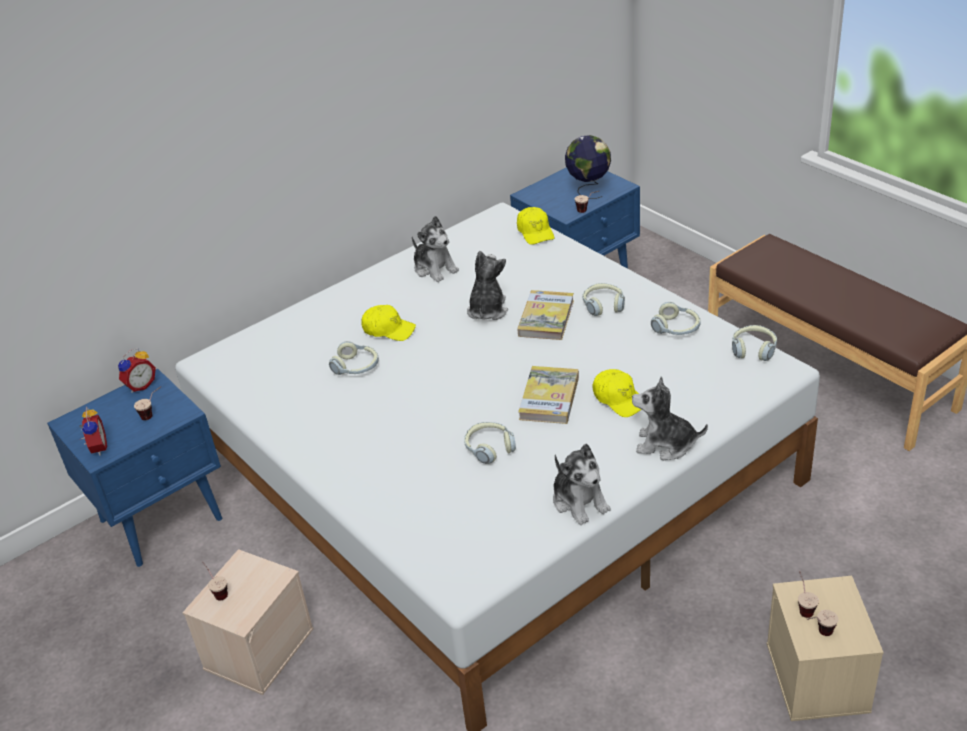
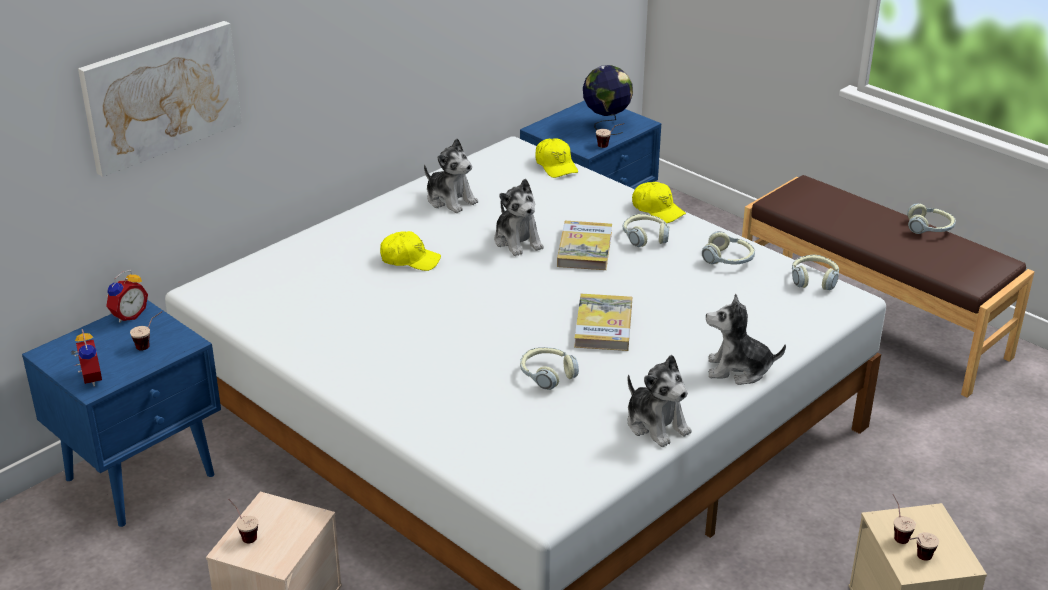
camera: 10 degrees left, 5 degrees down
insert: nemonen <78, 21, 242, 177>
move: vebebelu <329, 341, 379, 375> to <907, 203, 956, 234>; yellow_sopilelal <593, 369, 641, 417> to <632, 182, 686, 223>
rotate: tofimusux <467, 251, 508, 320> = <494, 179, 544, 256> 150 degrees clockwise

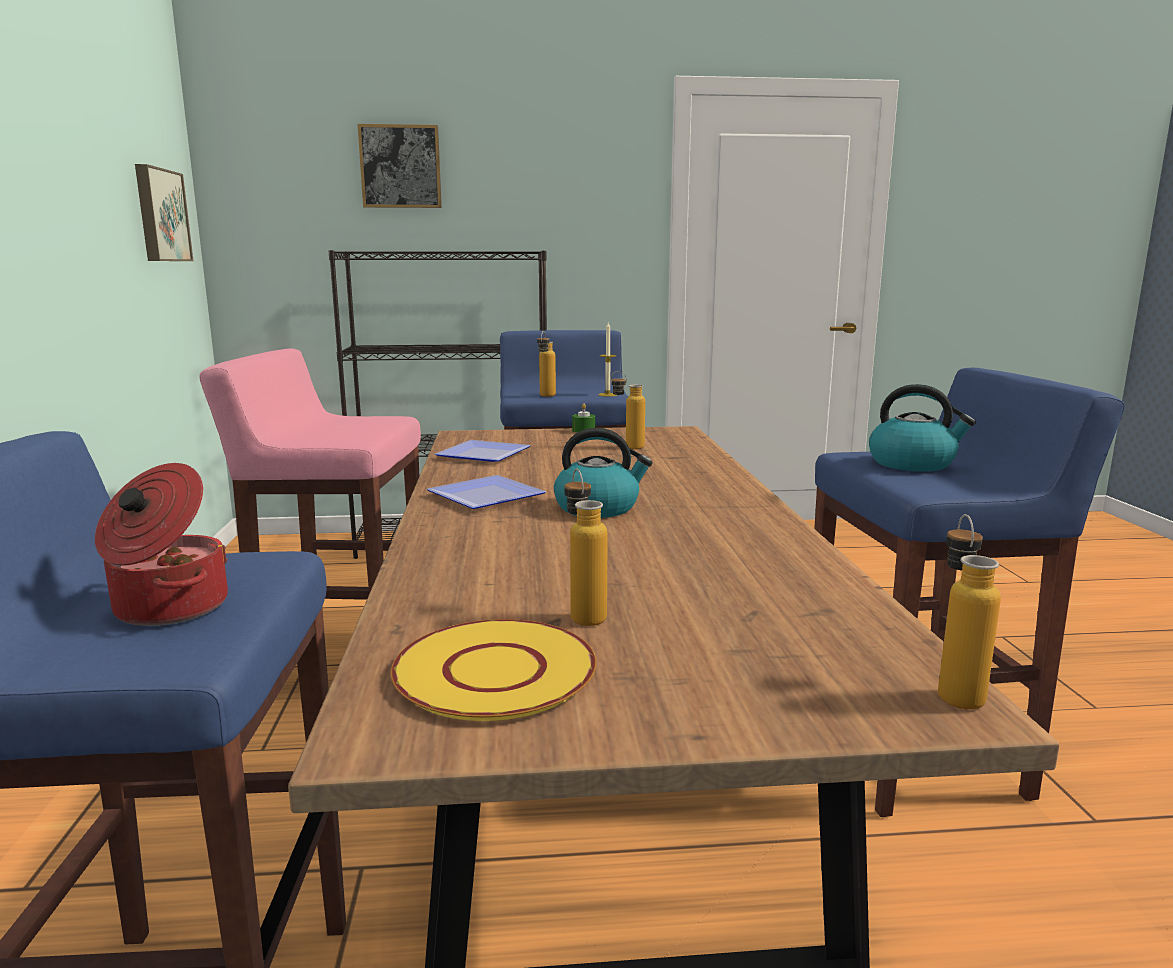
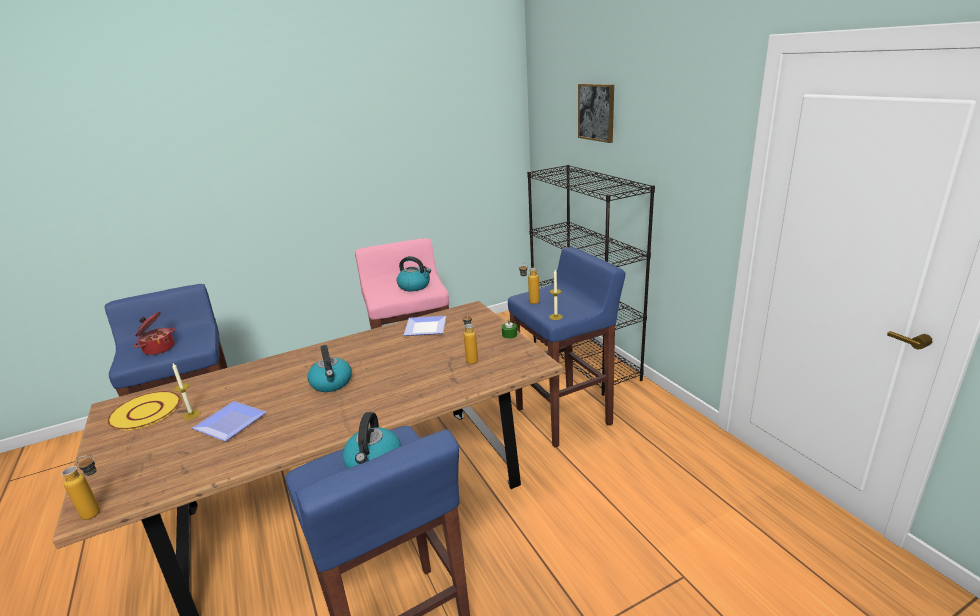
camera: 70 degrees right, 10 degrees up
delete: nemonen <135, 164, 193, 261>
insert: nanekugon <397, 256, 431, 291>
move: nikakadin <427, 475, 546, 509> to <192, 401, 267, 441>
replace: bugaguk <564, 469, 608, 626> to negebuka <172, 363, 201, 420>

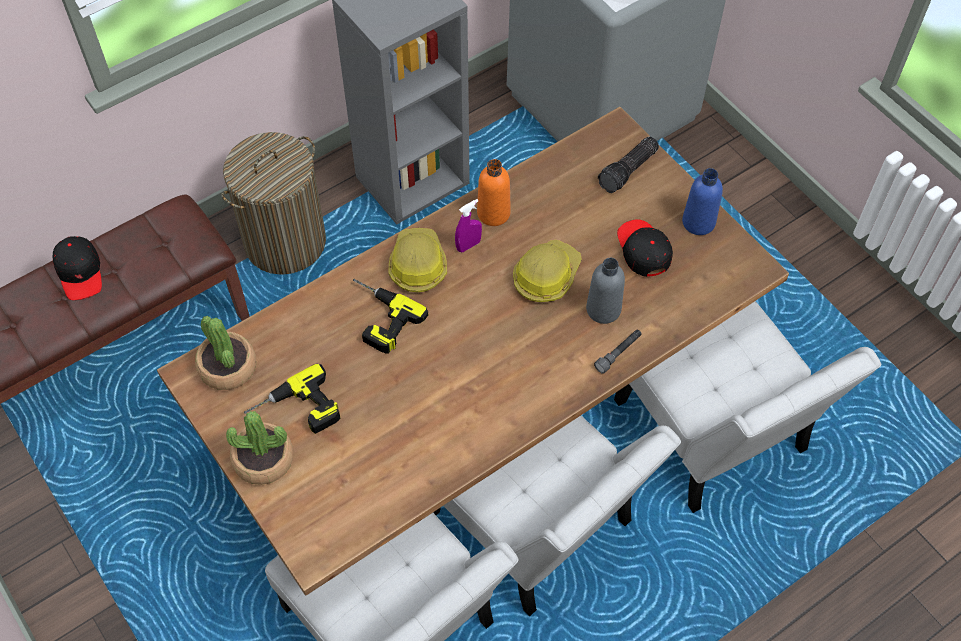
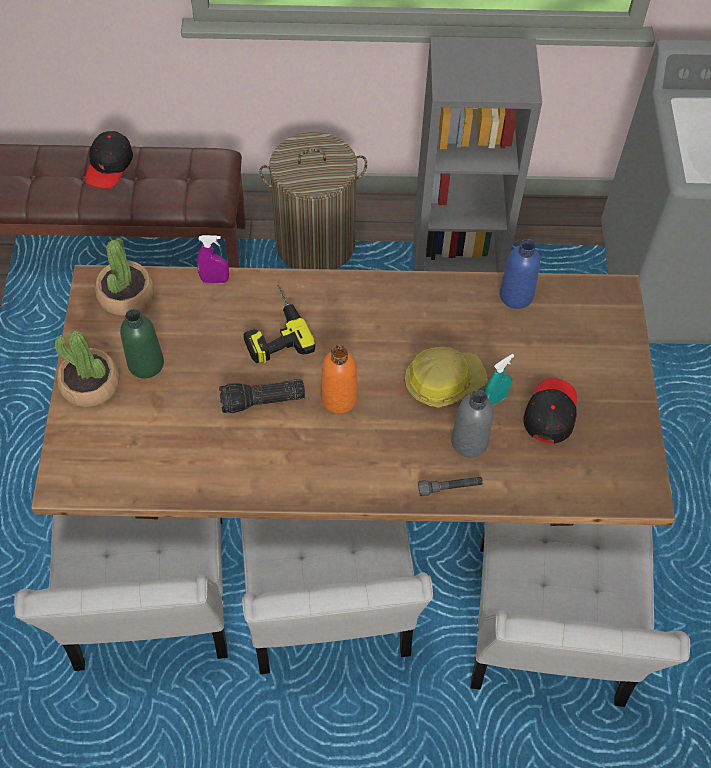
camera: 35 degrees right, 0 degrees up
delete: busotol <388, 228, 447, 293>
insert: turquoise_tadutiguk <484, 354, 514, 406>
move: purple_tadutiguk <455, 199, 482, 252> to <197, 235, 229, 283>; orange_bugaguk <477, 159, 511, 226> to <321, 345, 358, 414>; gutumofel <598, 137, 659, 193> to <219, 379, 305, 413>; blue_bugaguk <682, 168, 723, 235> to <499, 239, 540, 309>
replace: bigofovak <244, 363, 340, 434> to green_bugaguk <120, 309, 164, 378>

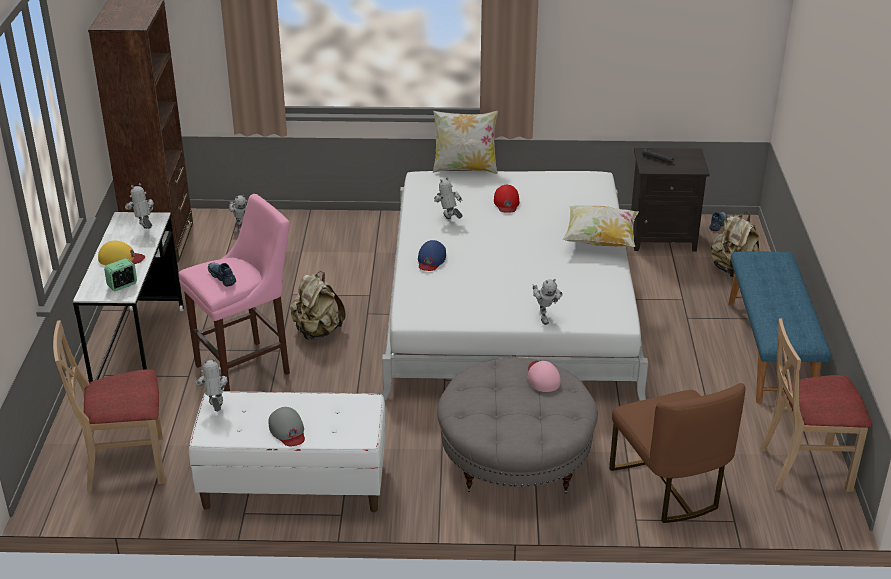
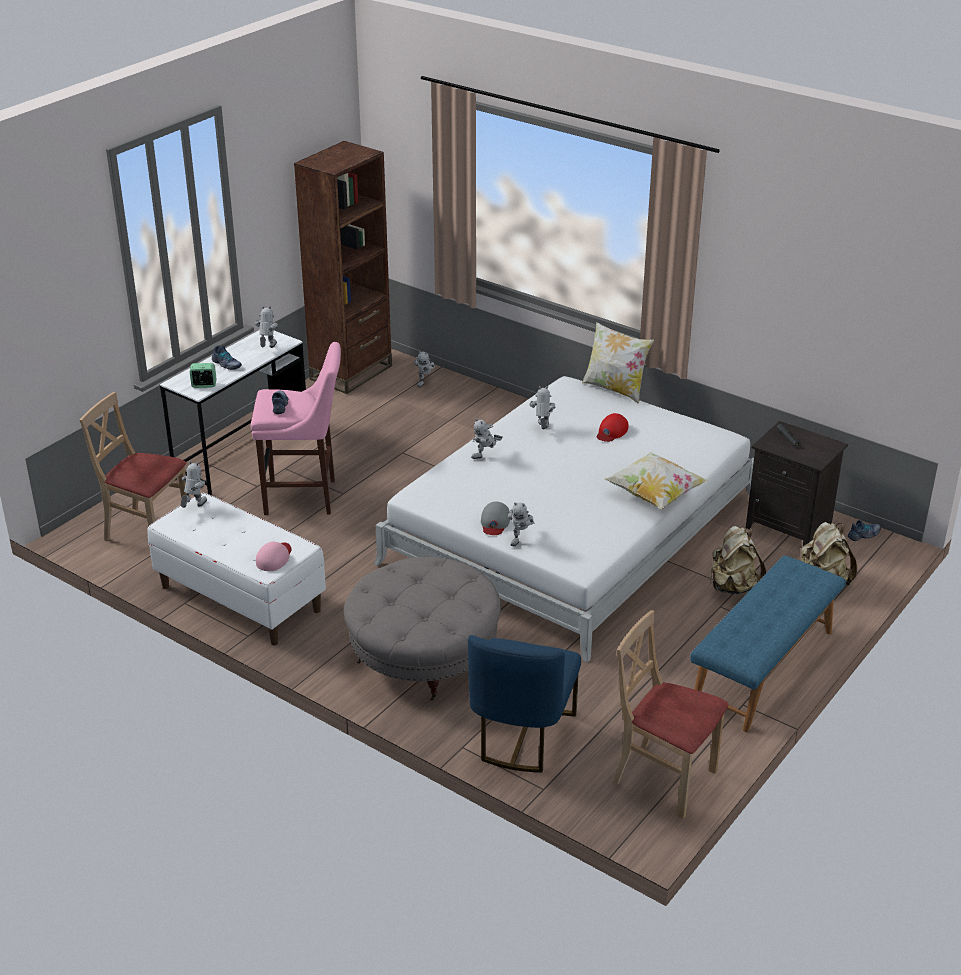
camera: 35 degrees right, 0 degrees up
move: grey_sopilelal <269, 407, 305, 446> to <481, 502, 510, 535>; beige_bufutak <290, 271, 346, 340> to <710, 526, 766, 594>; pink_sopilelal <528, 361, 561, 392> to <256, 542, 291, 571>
replace: yellow_sopilelal <98, 241, 145, 265> to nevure <212, 345, 242, 370>; blue_sopilelal <418, 240, 446, 271> to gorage <471, 418, 503, 459>
recolor: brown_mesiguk <609, 383, 746, 523> to blue_mesiguk <468, 635, 581, 773>

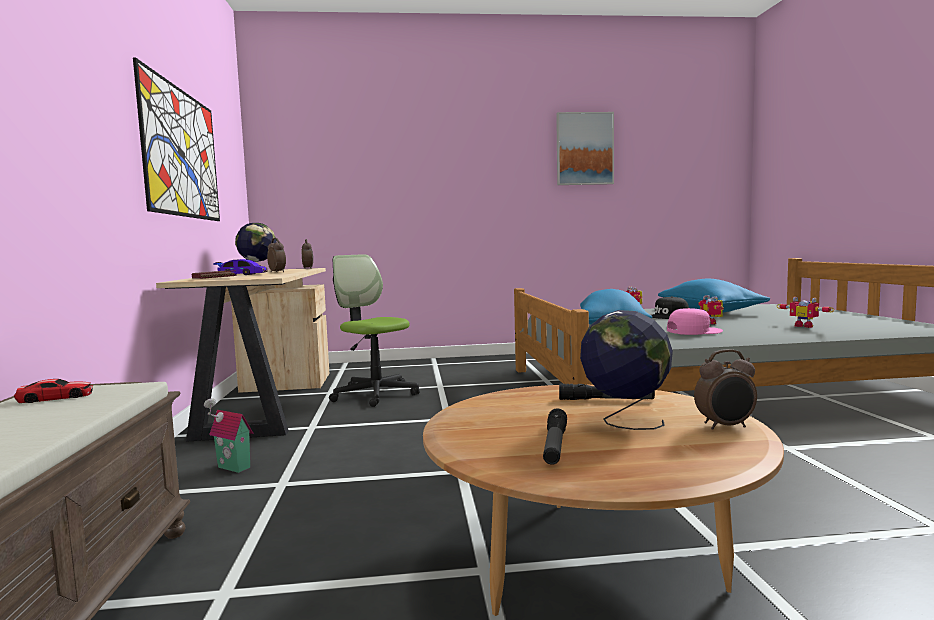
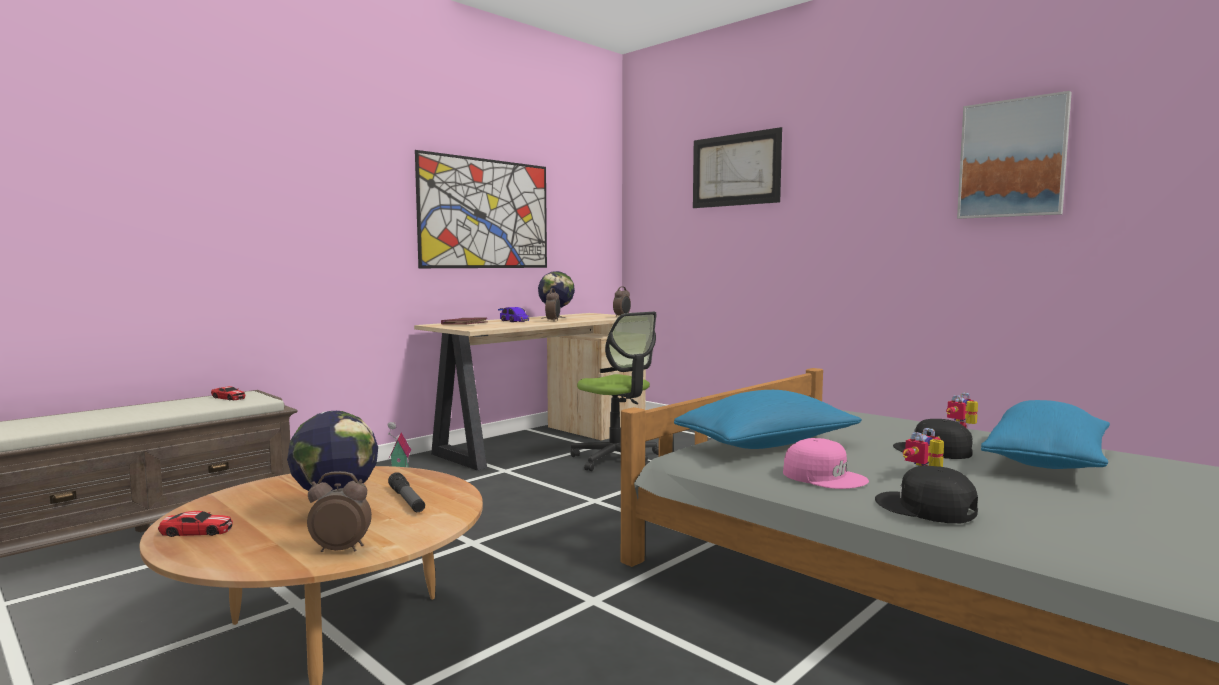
camera: 50 degrees right, 0 degrees up
delete: gutumofel <543, 408, 567, 465>; gorage <777, 297, 834, 328>
insert: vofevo <158, 511, 233, 537>; nemonen <693, 127, 782, 208>; black_sopilelal <875, 466, 978, 523>
rotate: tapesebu <329, 254, 420, 407> = <570, 312, 659, 471> 135 degrees clockwise; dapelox <694, 349, 757, 430> = <307, 471, 372, 552> 135 degrees clockwise

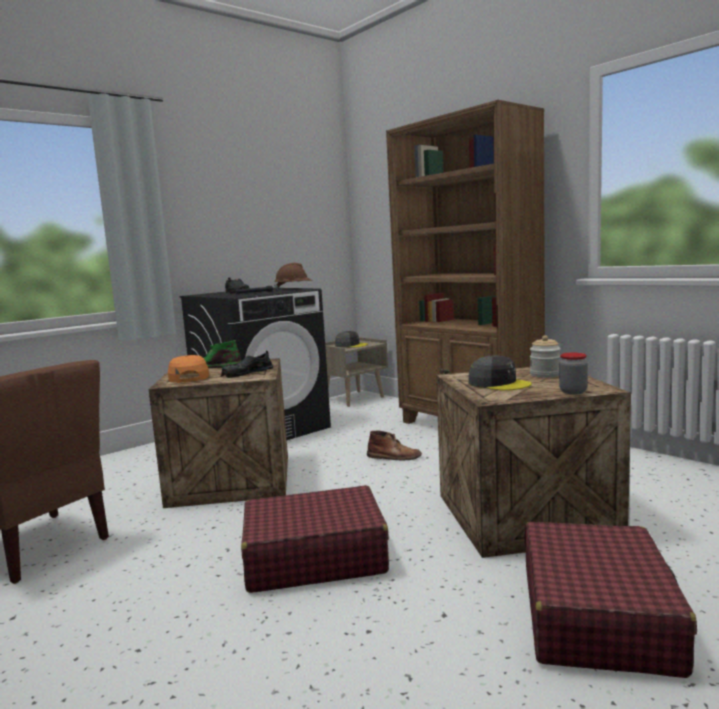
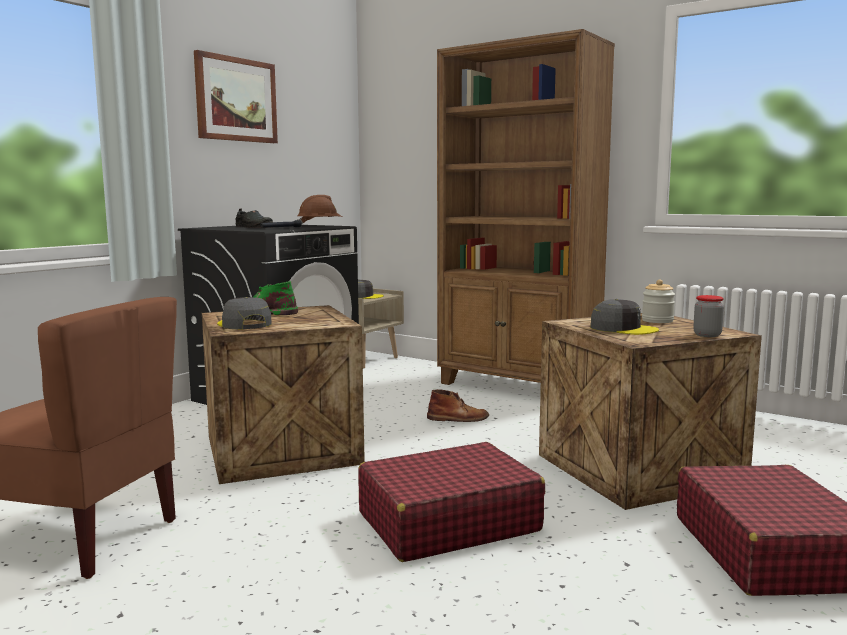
camera: 15 degrees left, 0 degrees up
delete: black_nevure <220, 350, 273, 378>
insert: nemonen <194, 50, 278, 143>
recolor: orange_sopilelal <168, 355, 209, 383> to grey_sopilelal <217, 297, 272, 330>

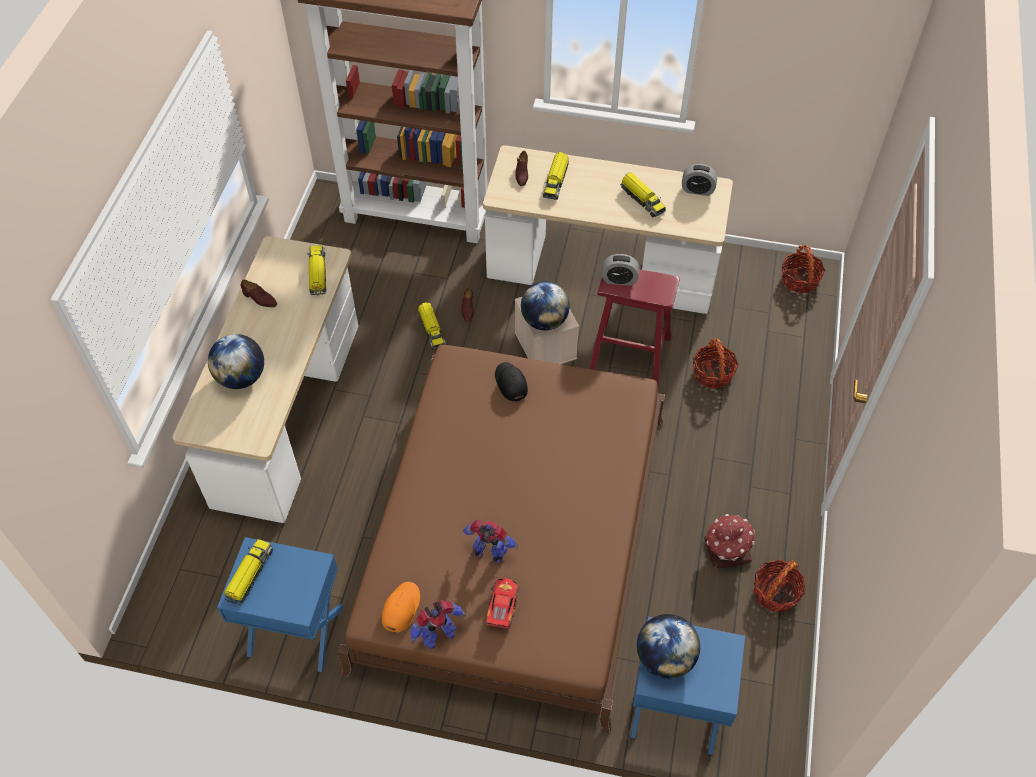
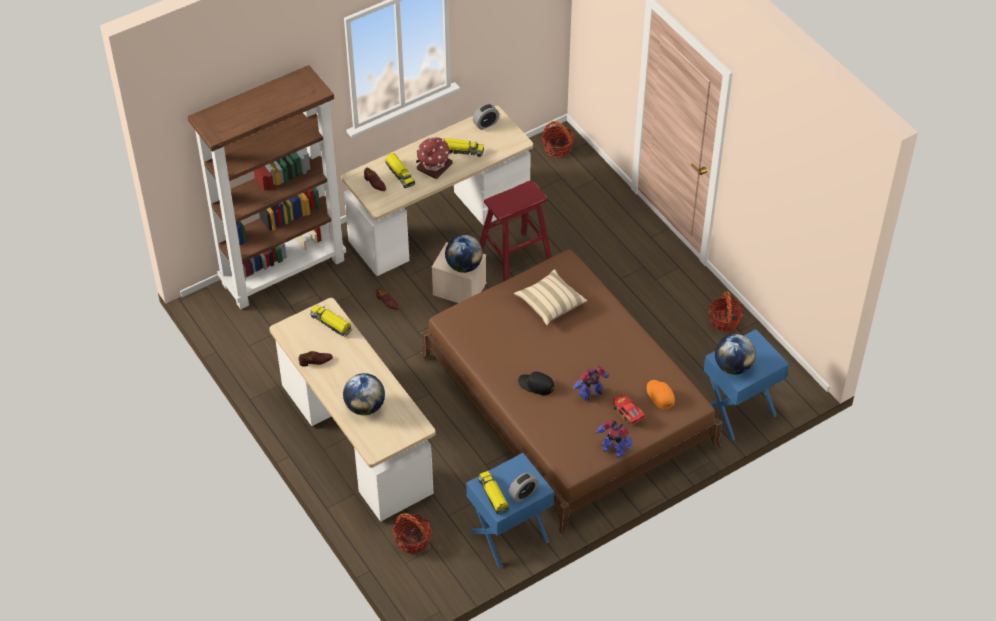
camera: 45 degrees left, 5 degrees down
delete: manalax <418, 302, 446, 350>
insert: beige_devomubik <514, 269, 587, 326>
move: orange_sopilelal <382, 582, 420, 632> to <647, 380, 675, 409>; black_sopilelal <495, 362, 528, 401> to <518, 372, 554, 395>; dapelox <602, 254, 639, 286> to <508, 472, 538, 502>; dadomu <693, 338, 738, 389> to <392, 513, 432, 554>; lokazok <704, 514, 755, 569> to <416, 136, 453, 179>
rotate: gorage <410, 599, 466, 649> = <595, 420, 633, 458> 105 degrees clockwise

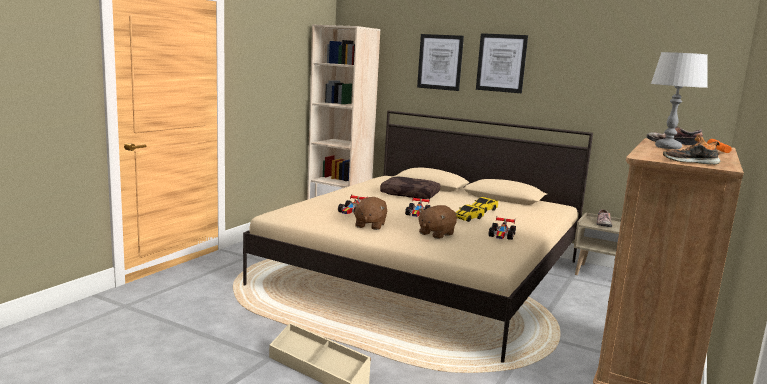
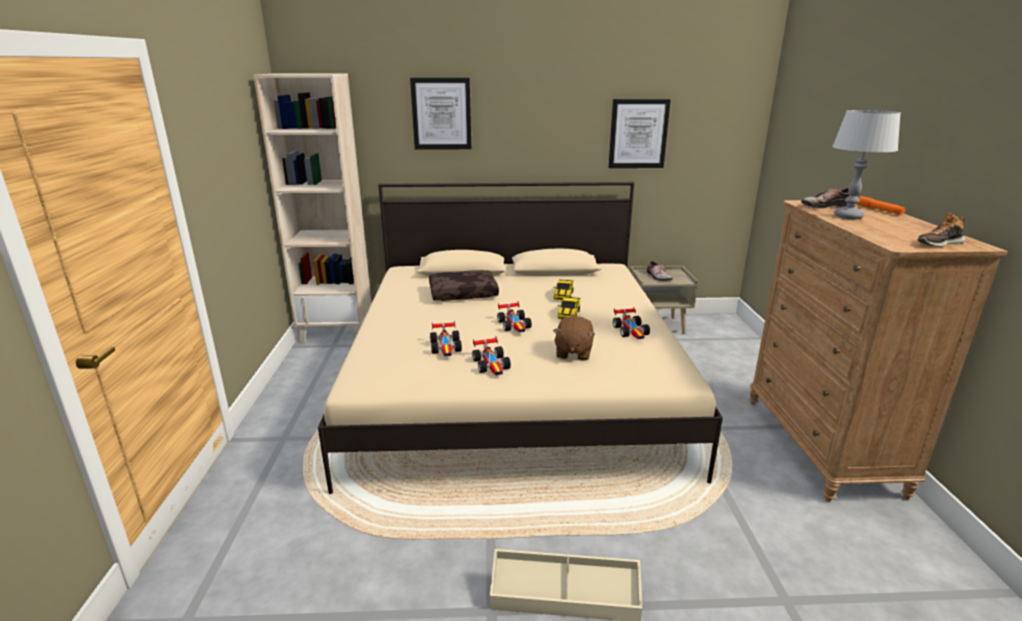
camera: 30 degrees left, 10 degrees up
move: nemonen <476, 33, 528, 93> to <609, 99, 671, 168>
replace: brown_tofimusux <353, 197, 387, 230> to vofevo <472, 337, 511, 375>

